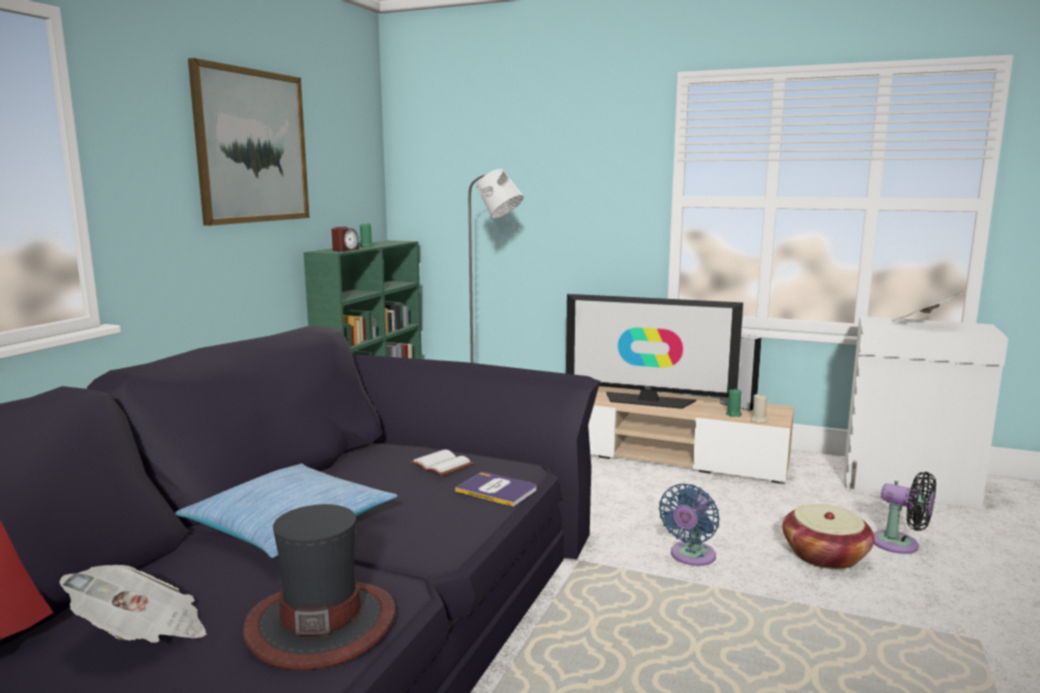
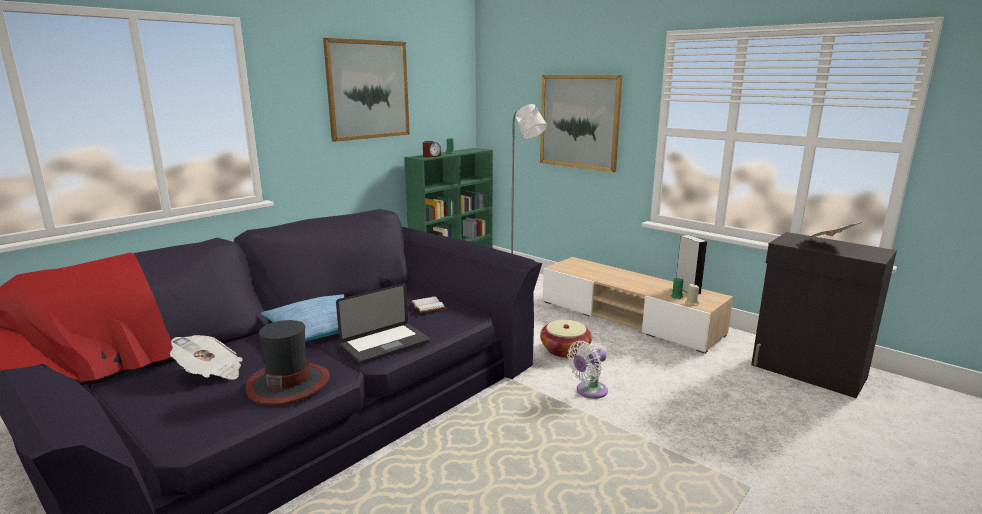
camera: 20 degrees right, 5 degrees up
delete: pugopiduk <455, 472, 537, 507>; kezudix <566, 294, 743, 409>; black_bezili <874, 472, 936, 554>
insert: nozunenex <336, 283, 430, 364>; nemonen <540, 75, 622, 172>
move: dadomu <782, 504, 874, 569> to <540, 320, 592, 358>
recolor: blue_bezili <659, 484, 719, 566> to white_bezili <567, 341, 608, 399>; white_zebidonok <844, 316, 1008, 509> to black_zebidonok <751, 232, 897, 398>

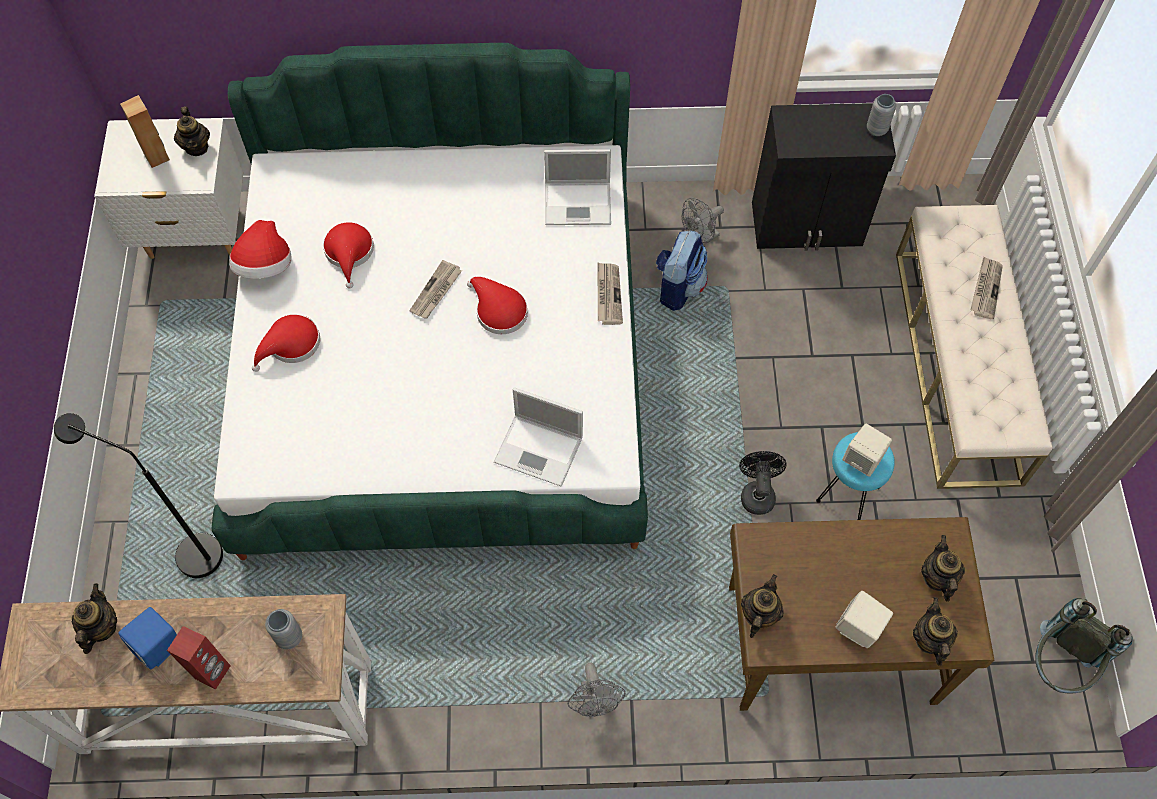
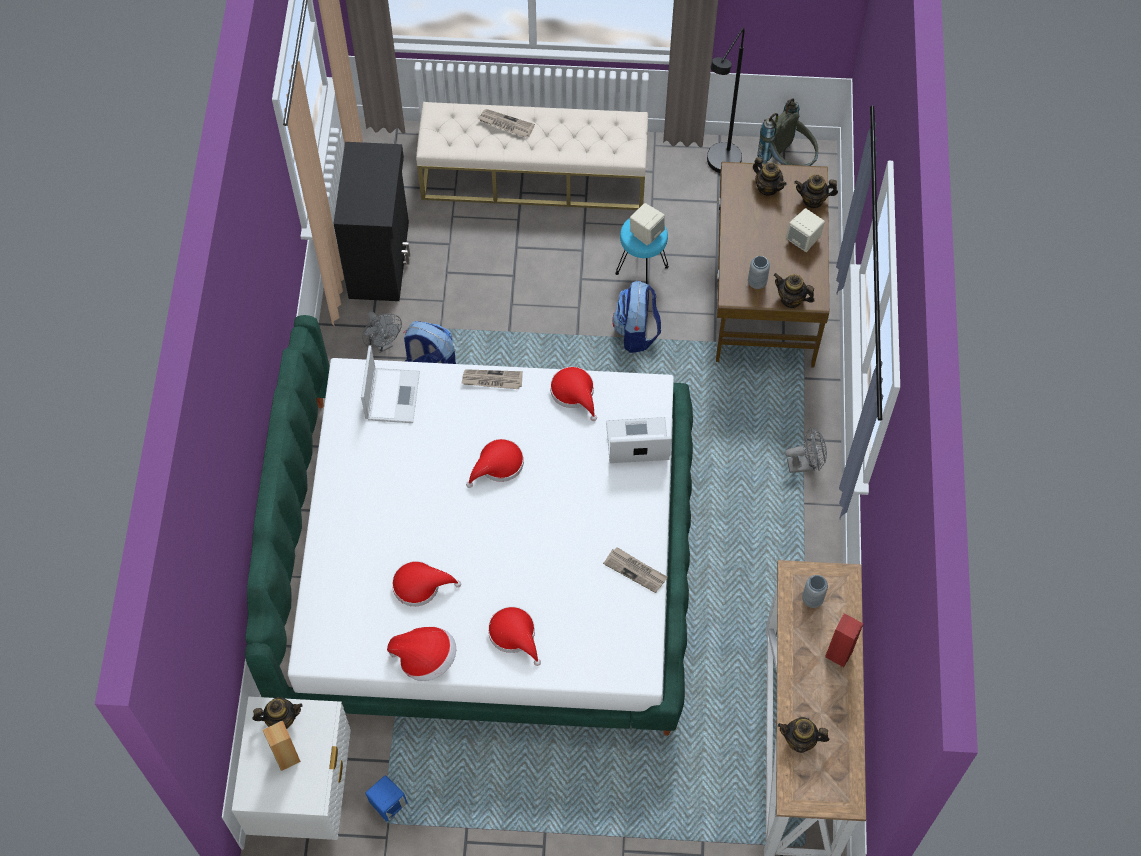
camera: 85 degrees left, 0 degrees up
insert: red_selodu <550, 367, 597, 421>
move: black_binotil <54, 413, 223, 578> to <707, 28, 745, 173>; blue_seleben <118, 607, 177, 669> to <365, 775, 408, 821>; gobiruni <409, 260, 462, 319> to <603, 547, 668, 593>; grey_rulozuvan <867, 94, 896, 136> to <748, 256, 770, 289>
replace: black_bezili <739, 451, 787, 515> to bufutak <612, 281, 661, 353>
rotate: nozunenex <494, 387, 583, 487> = <606, 417, 672, 463> 120 degrees counterclockwise; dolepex <921, 535, 965, 602> = <753, 157, 787, 196> 135 degrees counterclockwise

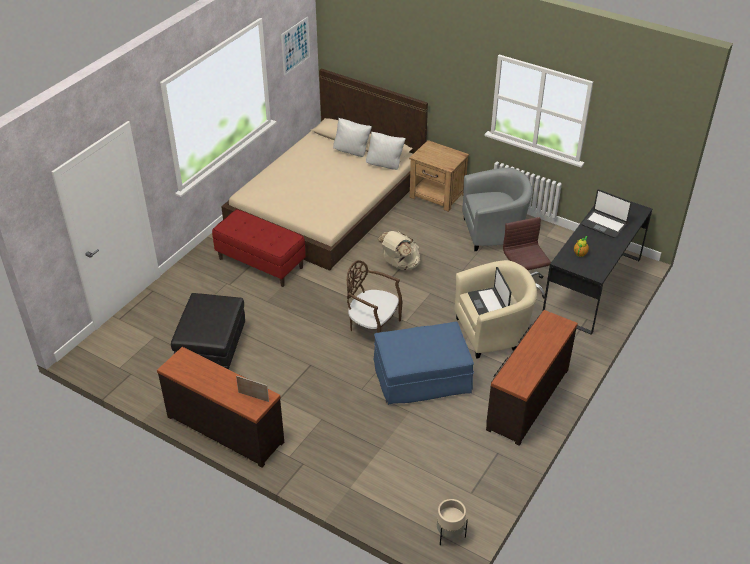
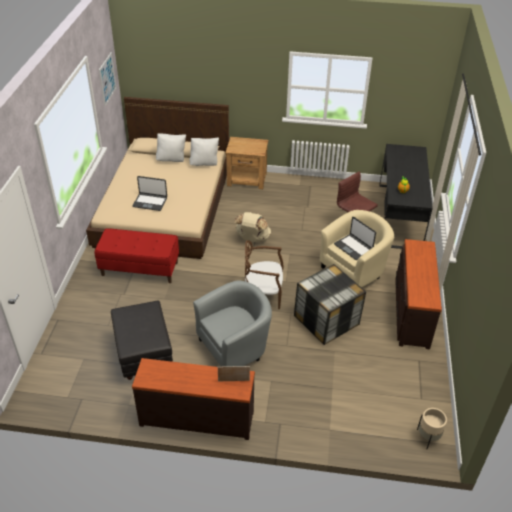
camera: 25 degrees left, 0 degrees up
move: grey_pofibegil <462, 168, 532, 251> to <193, 280, 272, 367>; nozunenex <582, 189, 632, 238> to <132, 176, 167, 211>
replace: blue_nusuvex <374, 322, 474, 405> to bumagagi <294, 264, 366, 345>

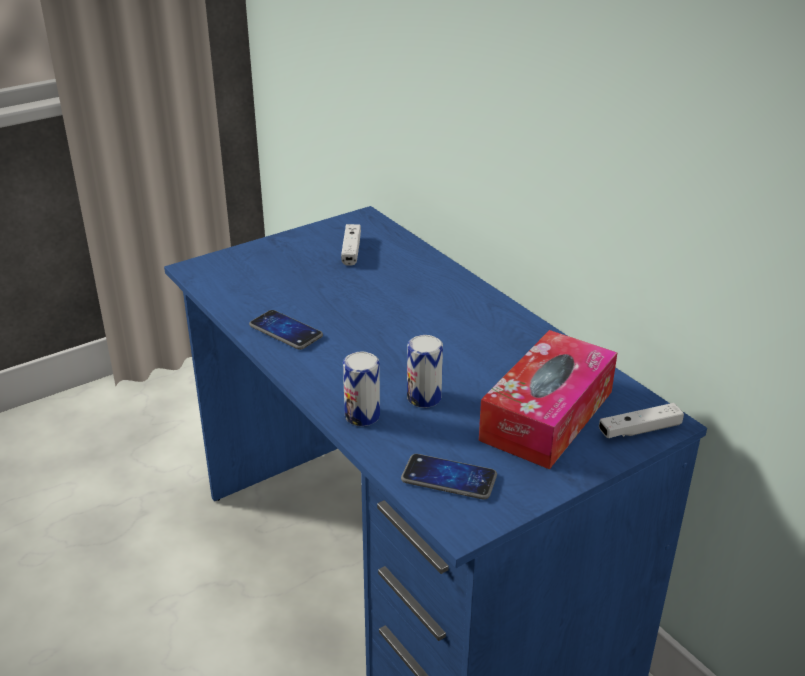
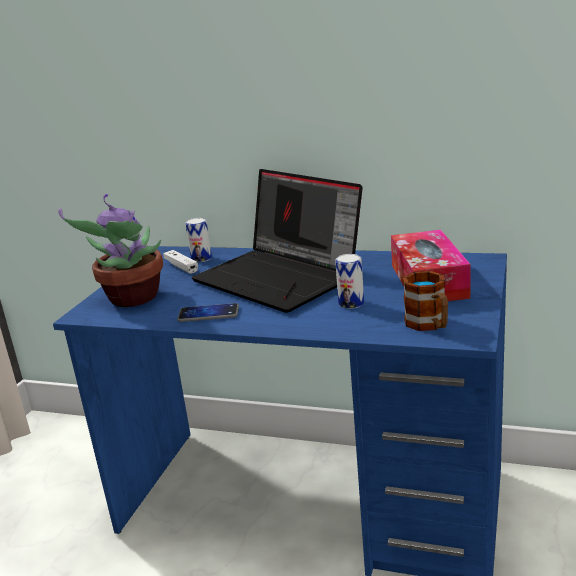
camera: 35 degrees left, 10 degrees down
delete: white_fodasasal <599, 403, 684, 438>
insert: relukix <58, 194, 163, 307>; nozunenex <191, 169, 363, 313>
move: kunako <343, 352, 380, 426> to <185, 218, 212, 262>
replace: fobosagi <401, 454, 497, 500> to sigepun <403, 271, 448, 331>

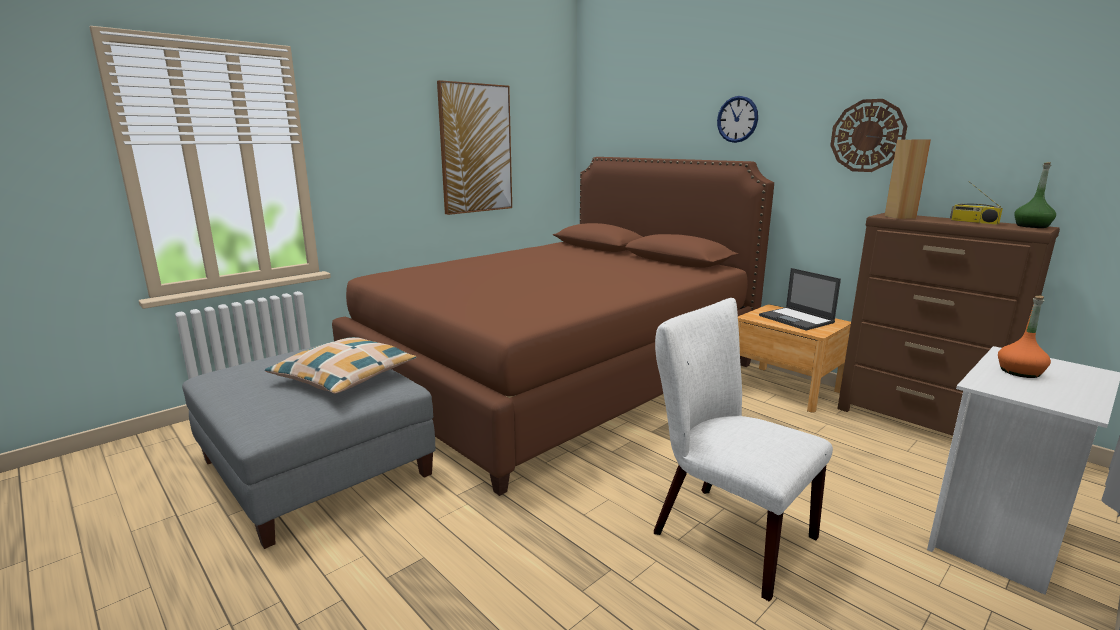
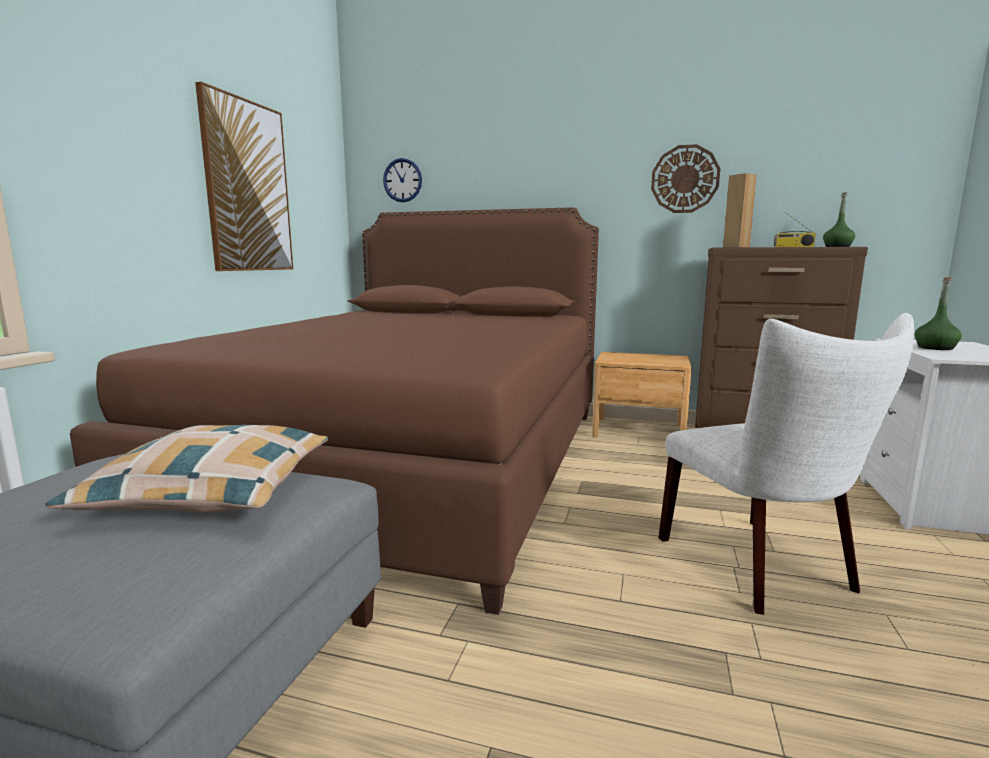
camera: 30 degrees left, 5 degrees down
delete: nozunenex <759, 268, 841, 331>
move: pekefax <717, 96, 758, 143> to <383, 158, 422, 202>
recolor: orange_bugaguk <998, 296, 1051, 378> to green_bugaguk <915, 277, 962, 350>
rotate: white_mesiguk <654, 298, 833, 602> = <659, 313, 914, 615> 120 degrees counterclockwise

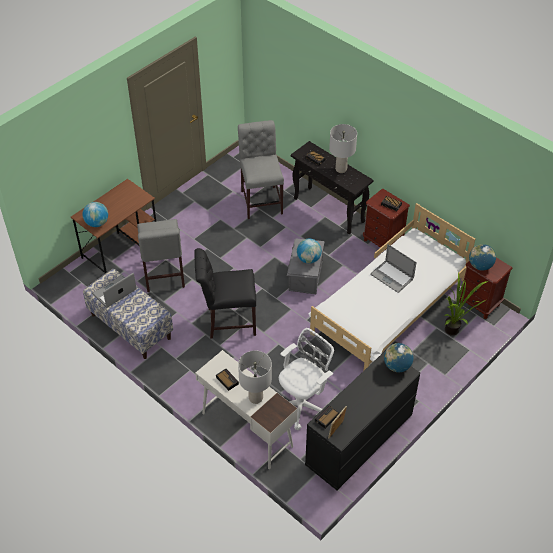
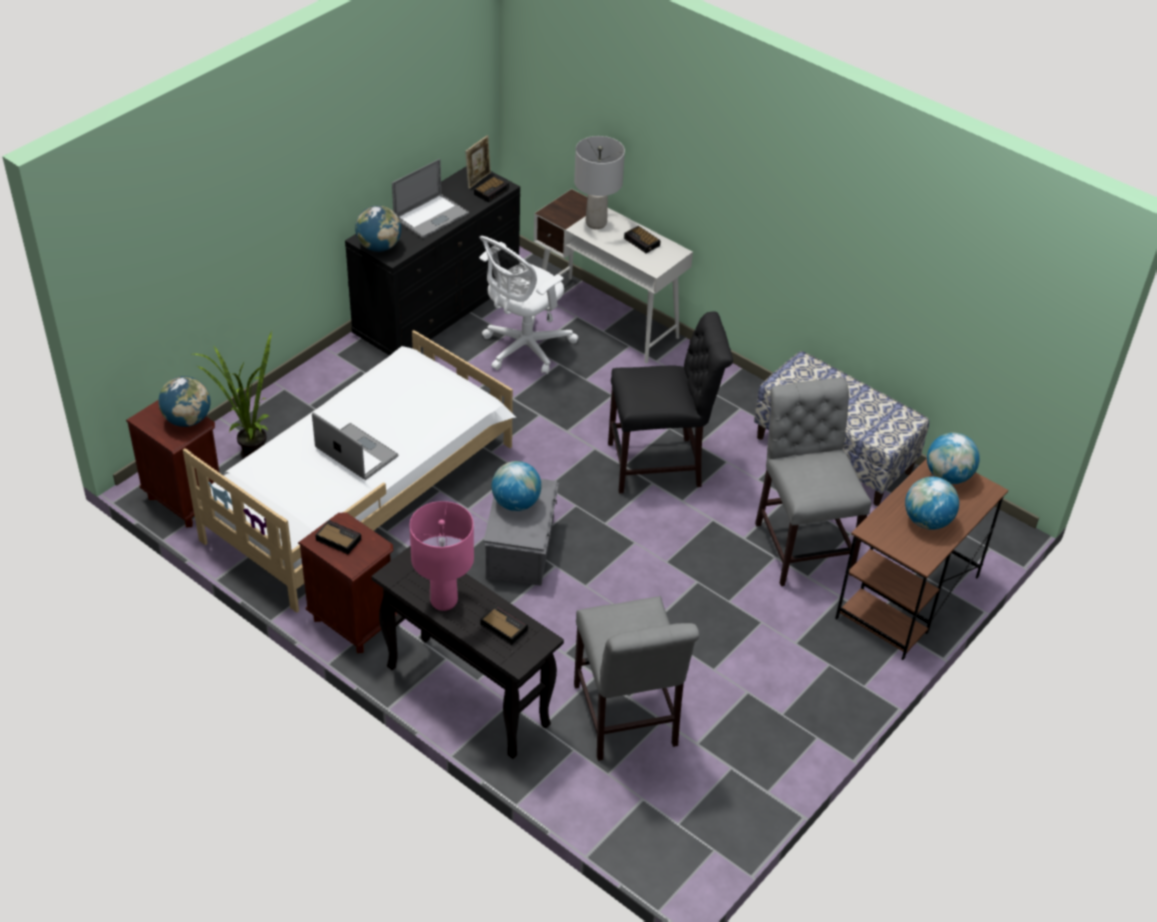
camera: 175 degrees right, 5 degrees down
insert: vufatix <905, 477, 959, 530>
move: nozunenex <92, 273, 137, 308> to <392, 159, 469, 238>
recolor: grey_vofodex <329, 124, 357, 173> to pink_vofodex <410, 501, 474, 611>

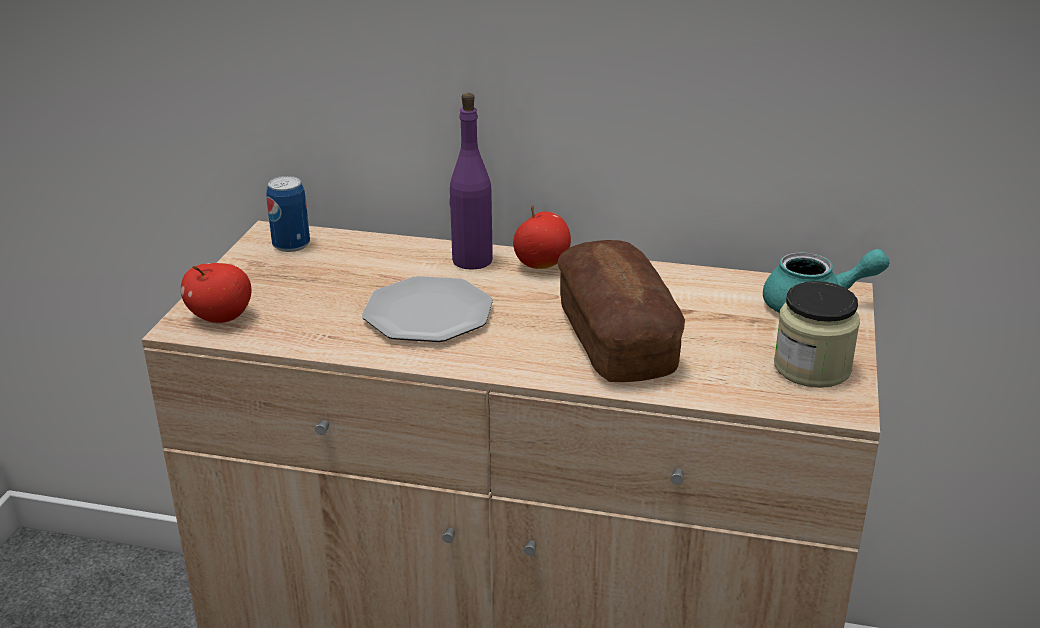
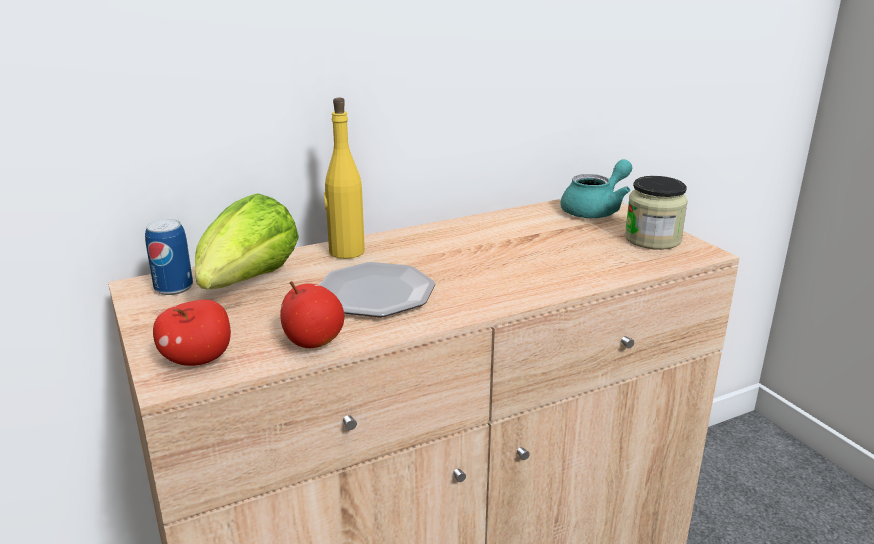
camera: 40 degrees left, 5 degrees down
delete: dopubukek <558, 240, 685, 382>
insert: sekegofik <195, 193, 299, 289>
move: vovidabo <513, 206, 571, 269> to <280, 281, 344, 348>
recolor: purple_bugaguk <449, 93, 493, 270> to yellow_bugaguk <324, 98, 365, 259>

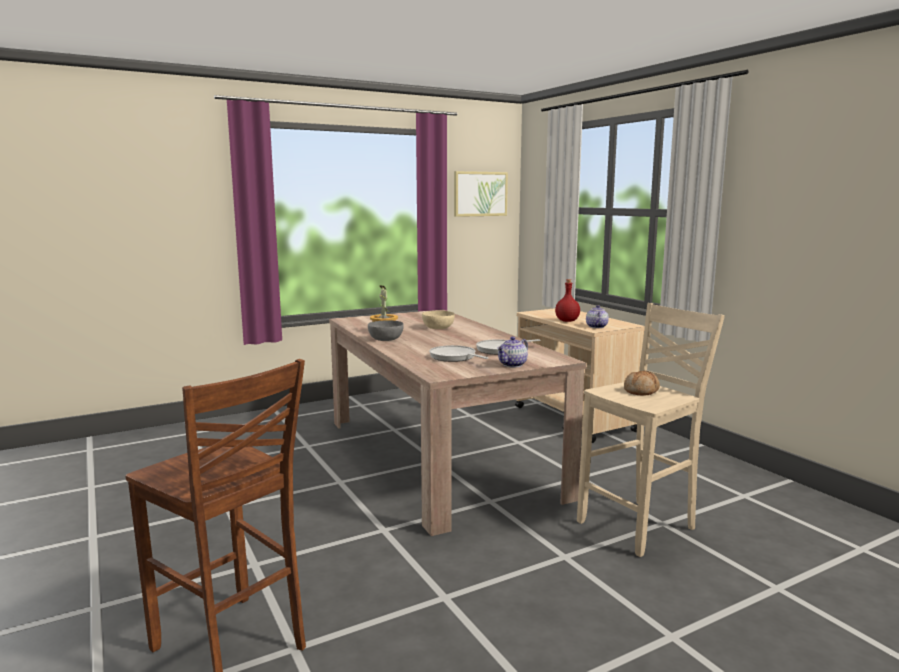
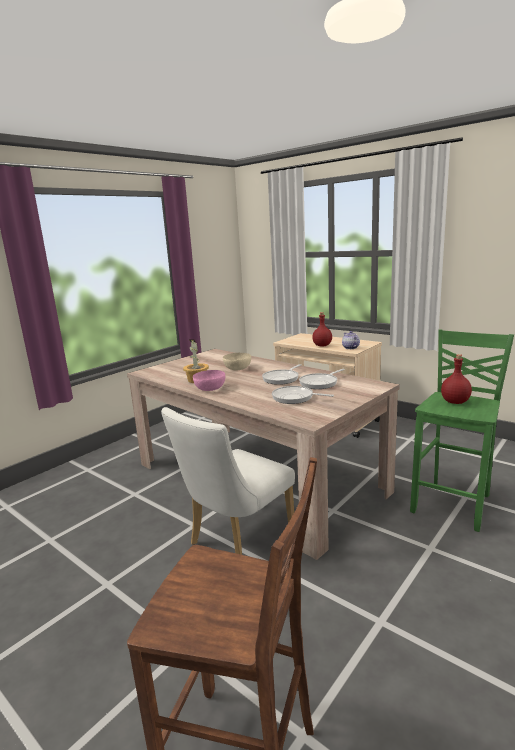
camera: 20 degrees left, 5 degrees up
delete: nemonen <454, 171, 508, 217>; dolepex <497, 337, 528, 367>
insert: white_mesiguk <161, 407, 295, 555>; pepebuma <262, 364, 302, 385>
replace: dopubukek <624, 371, 660, 396> to red_bugaguk <441, 354, 472, 404>
recolor: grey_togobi <368, 320, 404, 341> to pink_togobi <193, 370, 225, 391>; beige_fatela <577, 303, 725, 557> to green_fatela <410, 330, 514, 532>

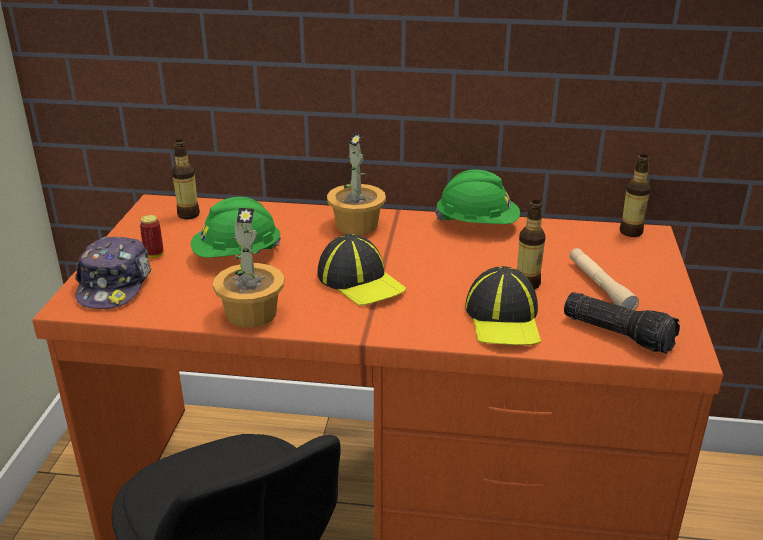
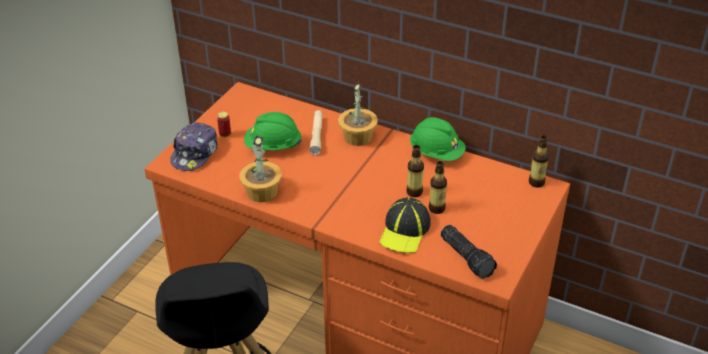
camera: 20 degrees right, 10 degrees up
delete: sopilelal <317, 234, 406, 306>
move: bugaguk <172, 140, 200, 219> to <406, 145, 424, 197>; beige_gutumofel <569, 248, 639, 310> to <309, 110, 323, 155>

